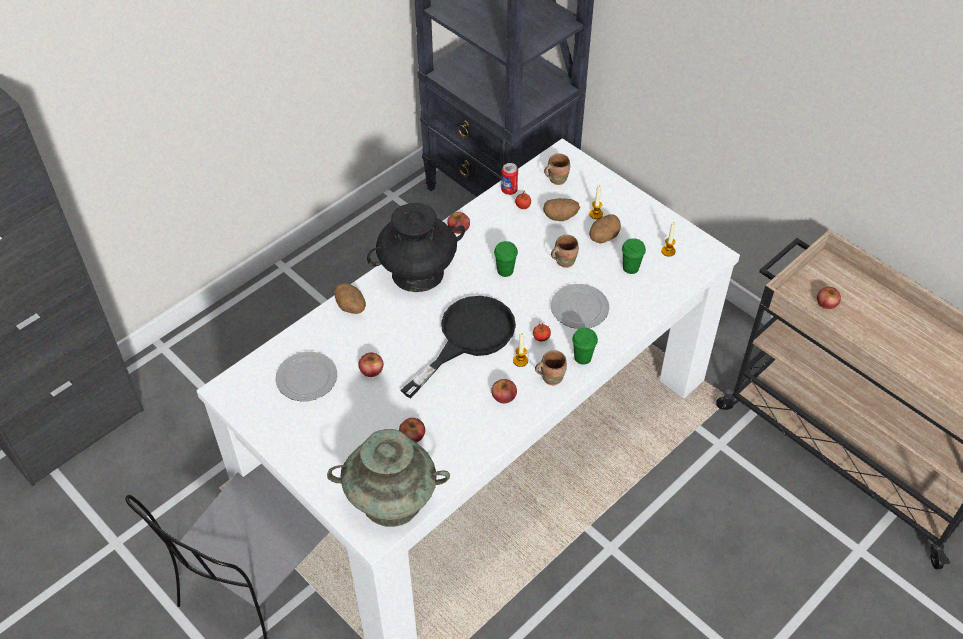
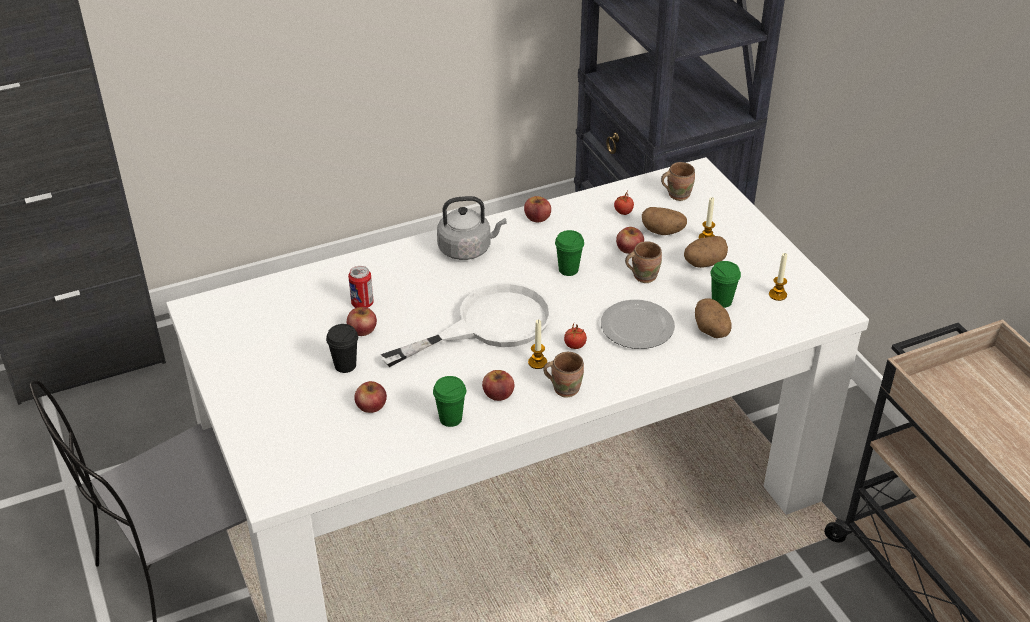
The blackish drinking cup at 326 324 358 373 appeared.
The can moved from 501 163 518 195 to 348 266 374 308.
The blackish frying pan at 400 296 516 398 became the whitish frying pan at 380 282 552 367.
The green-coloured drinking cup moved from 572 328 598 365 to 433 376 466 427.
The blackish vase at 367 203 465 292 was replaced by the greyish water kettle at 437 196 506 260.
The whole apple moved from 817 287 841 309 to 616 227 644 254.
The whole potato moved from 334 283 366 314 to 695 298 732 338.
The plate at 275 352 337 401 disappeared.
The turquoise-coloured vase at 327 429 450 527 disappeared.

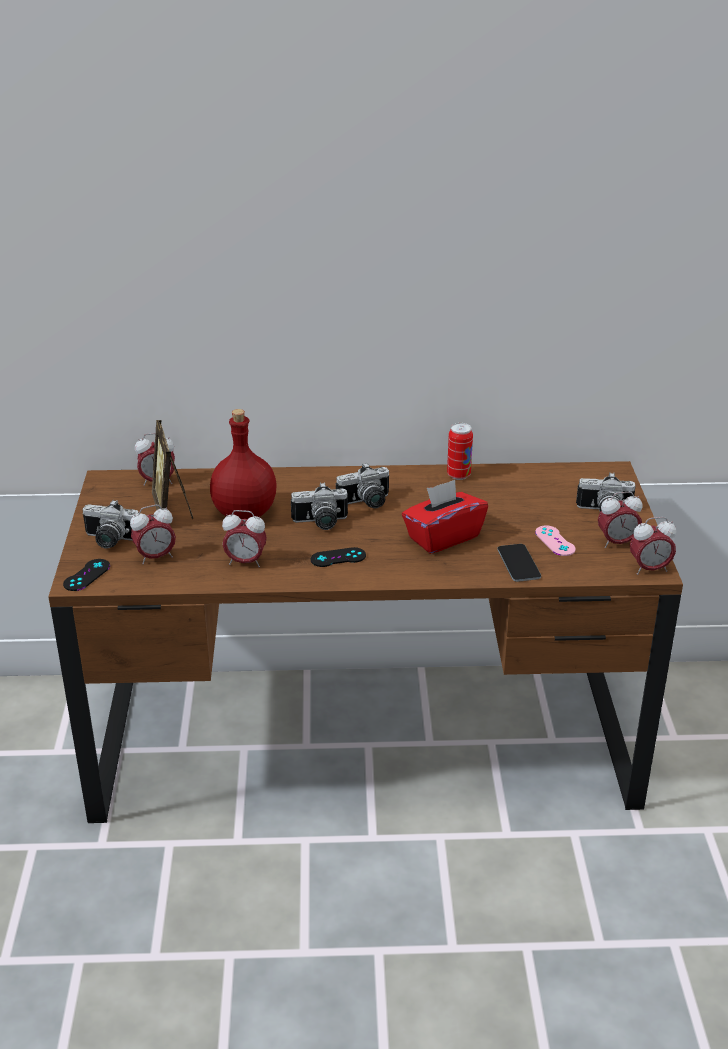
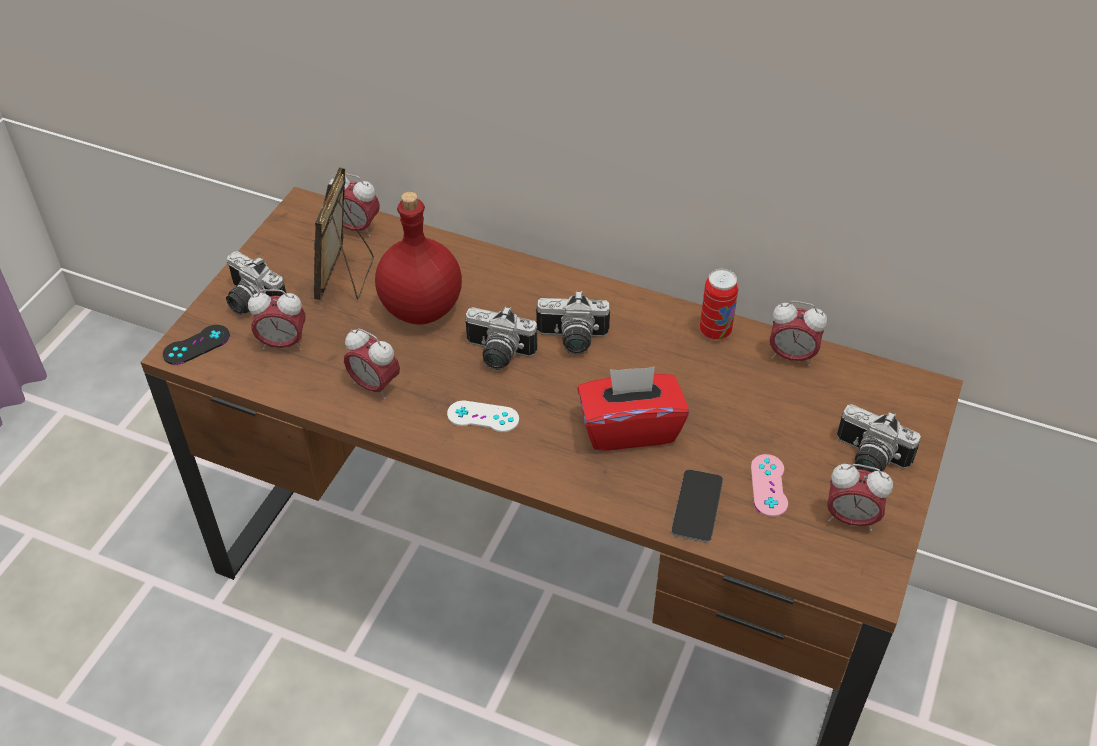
The blackish game controller at 311 547 366 567 became the whitish game controller at 447 401 519 432.
The table clock moved from 630 517 676 575 to 770 301 827 366.

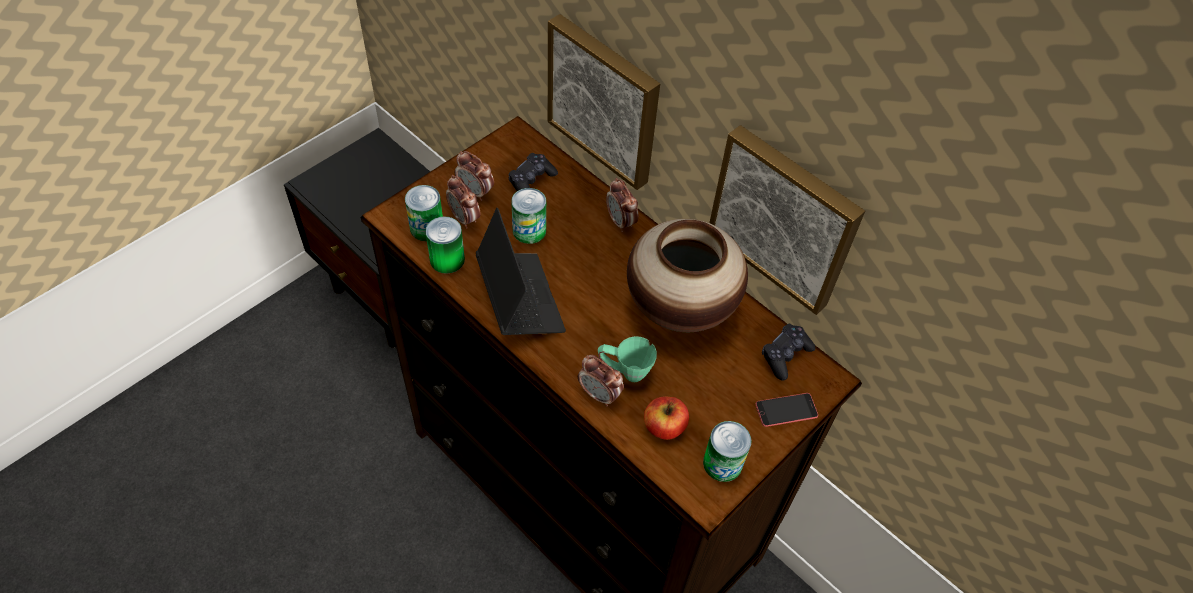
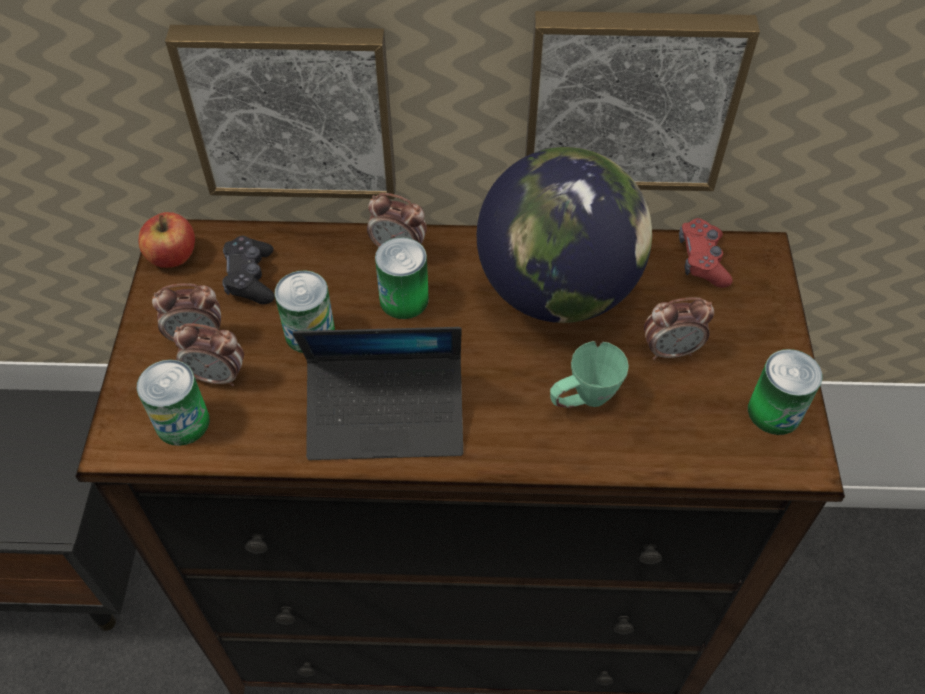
The whole apple moved from 644 396 689 440 to 138 212 195 268.
The portable computer at 476 208 566 335 turned 150 degrees clockwise.
The can moved from 425 217 465 274 to 375 237 429 319.
The vase at 627 219 748 332 was replaced by the world globe at 477 147 652 323.
The table clock moved from 578 355 624 406 to 644 297 714 360.
The blackish game controller at 762 324 816 381 became the red game controller at 679 218 733 288.
The telephone at 755 393 818 427 disappeared.

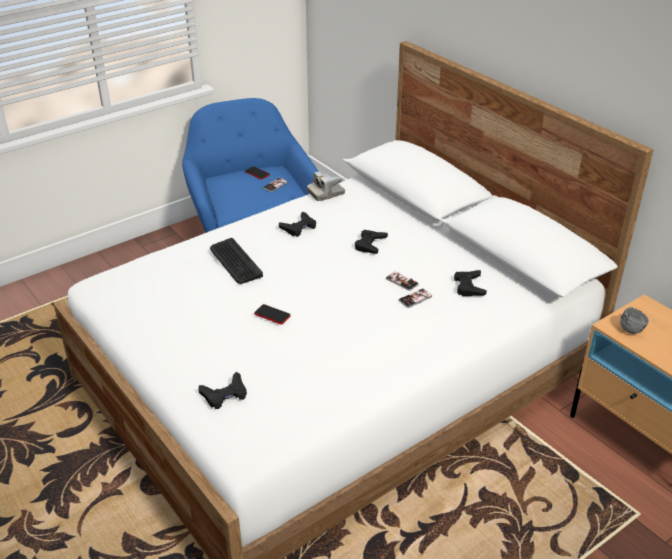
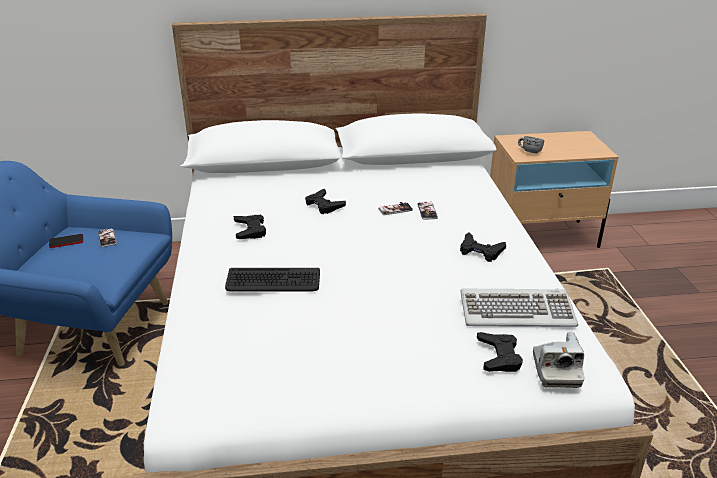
The blackish game controller moved from 454 270 487 296 to 460 233 506 262.
The keyboard at 460 289 578 327 appeared.
The still camera moved from 307 171 345 201 to 533 332 584 388.
The telephone at 254 304 290 324 disappeared.

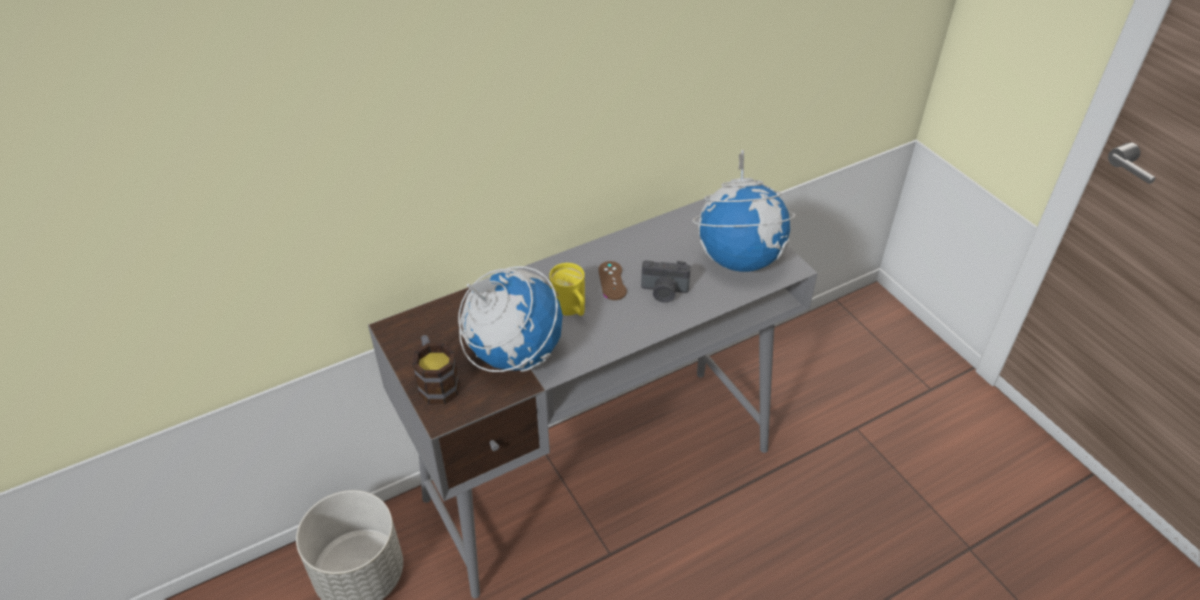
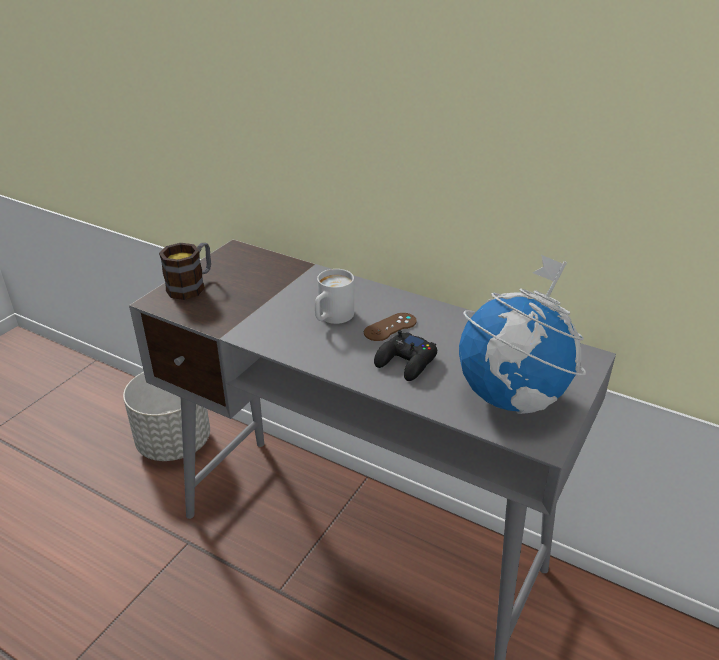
The yellow-coloured coffee mug at 549 263 585 316 became the whitish coffee mug at 315 269 354 324.
The still camera at 641 260 691 303 was replaced by the blackish game controller at 374 330 437 381.
The world globe at 458 266 563 372 disappeared.

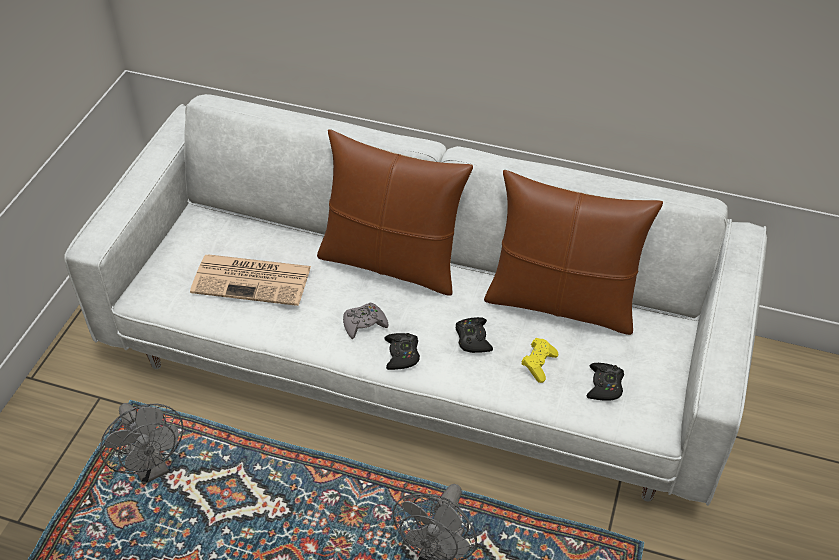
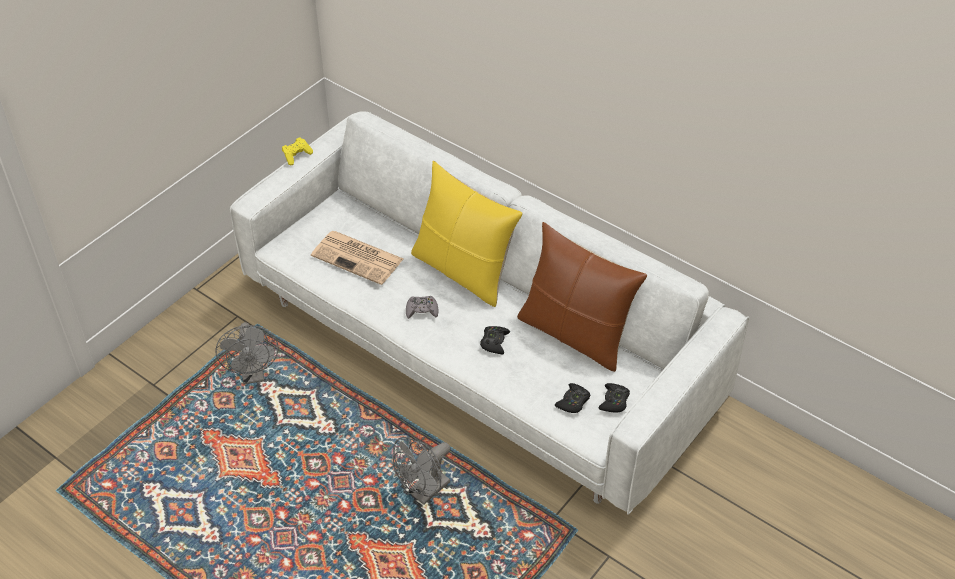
The yellow-coloured game controller moved from 521 338 558 383 to 282 137 313 165.
The brown-coloured cushion at 317 129 473 296 became the yellow-coloured cushion at 411 161 523 307.
The blackish game controller moved from 384 333 420 370 to 598 383 630 412.

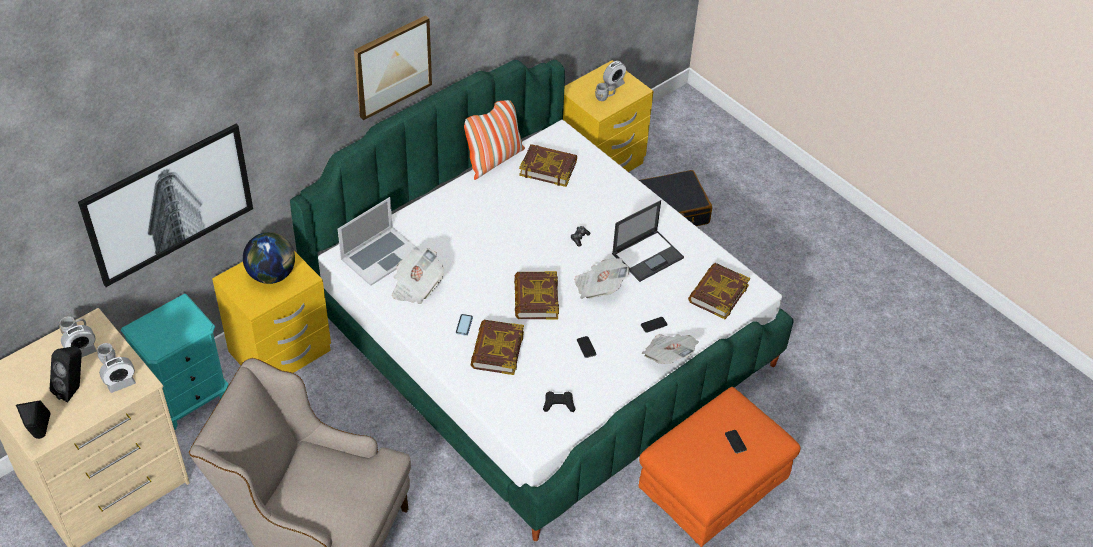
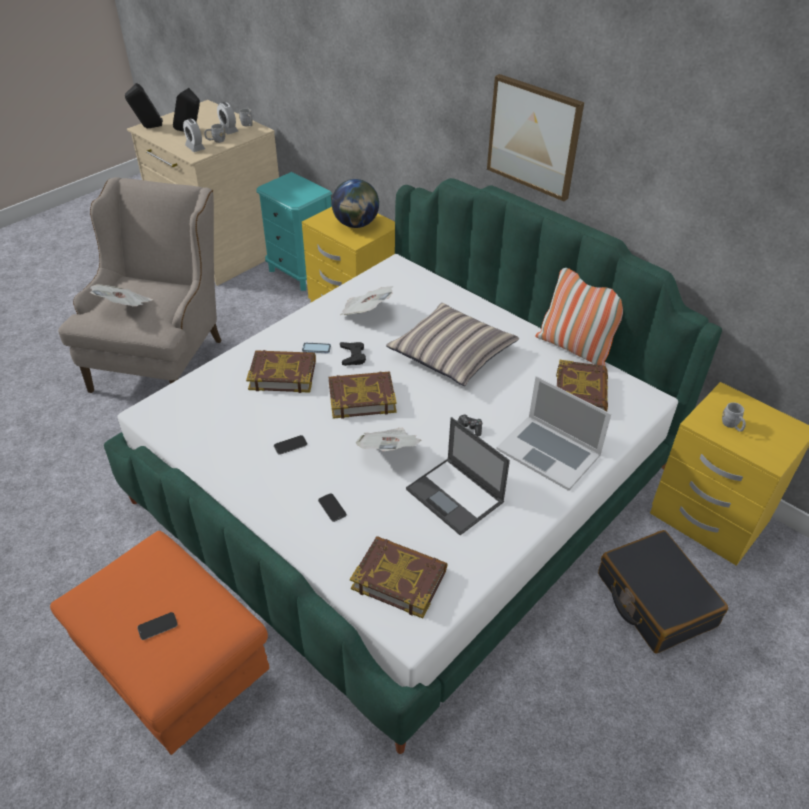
The newspaper moved from 641 334 699 364 to 90 284 153 307.
The blackish game controller moved from 543 391 575 412 to 340 342 366 366.
The cushion at 386 303 519 386 appeared.
The portable computer moved from 338 197 420 286 to 496 376 611 491.
The picture at 78 124 253 287 disappeared.
The table clock at 603 61 626 91 disappeared.

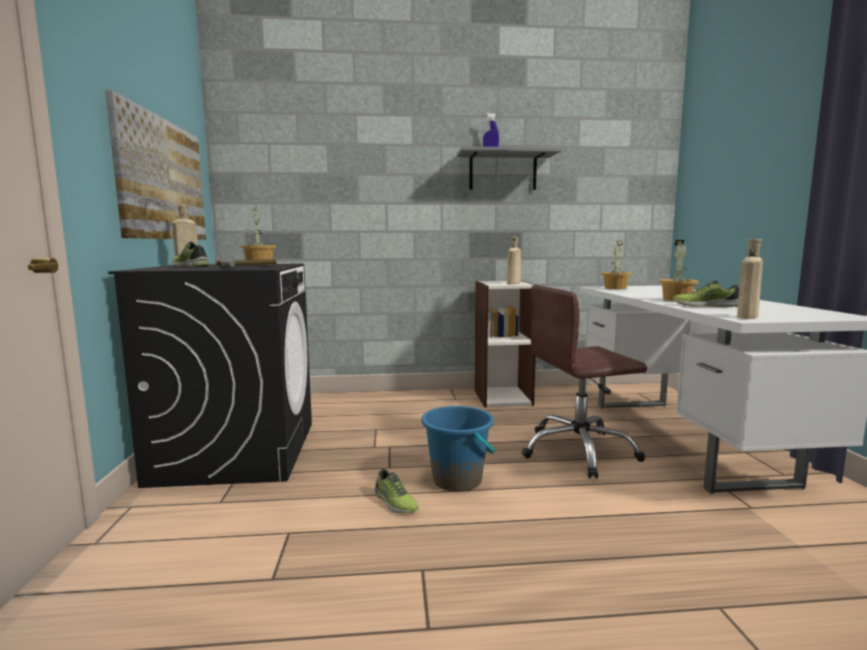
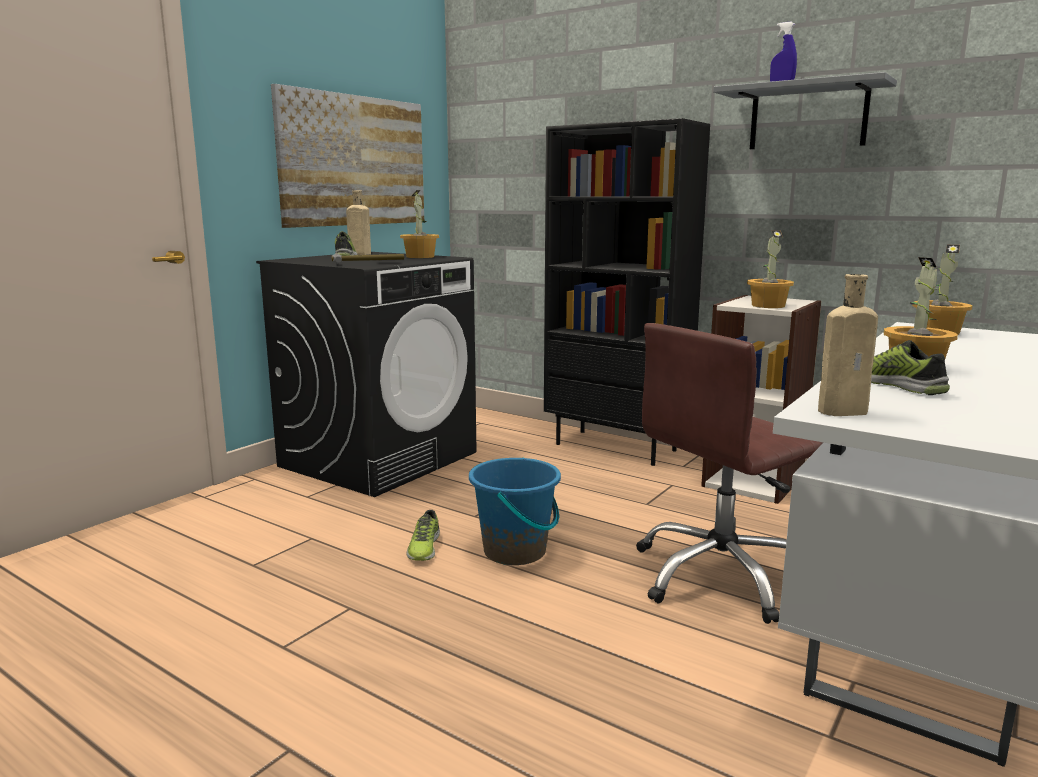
The blackish shelving unit at 544 118 710 466 appeared.
The brown-coloured office chair at 522 285 647 478 turned 60 degrees counterclockwise.
The beige-coloured beverage bottle at 507 237 521 285 was replaced by the potted plant at 747 230 794 308.

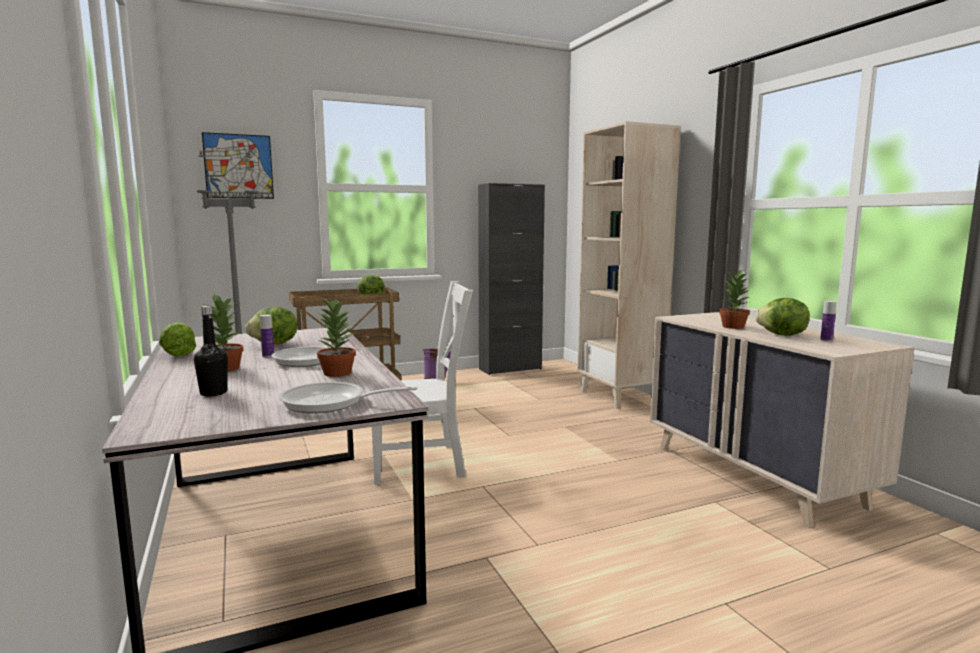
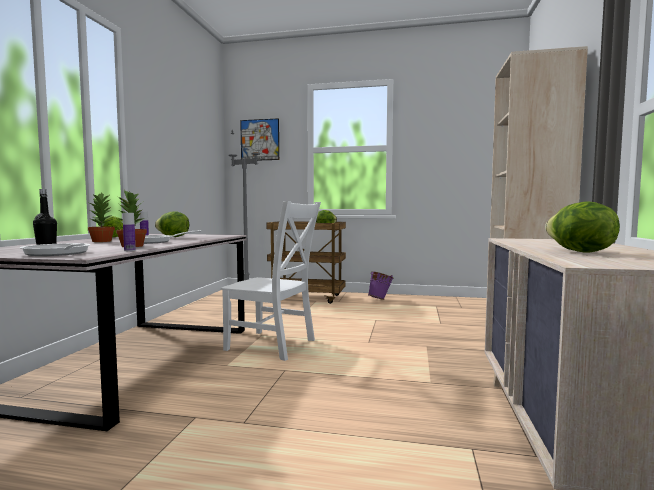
The beverage bottle moved from 820 301 837 342 to 123 213 136 251.
The blackish cabinet at 478 183 545 375 disappeared.
The potted plant at 719 269 750 329 disappeared.

